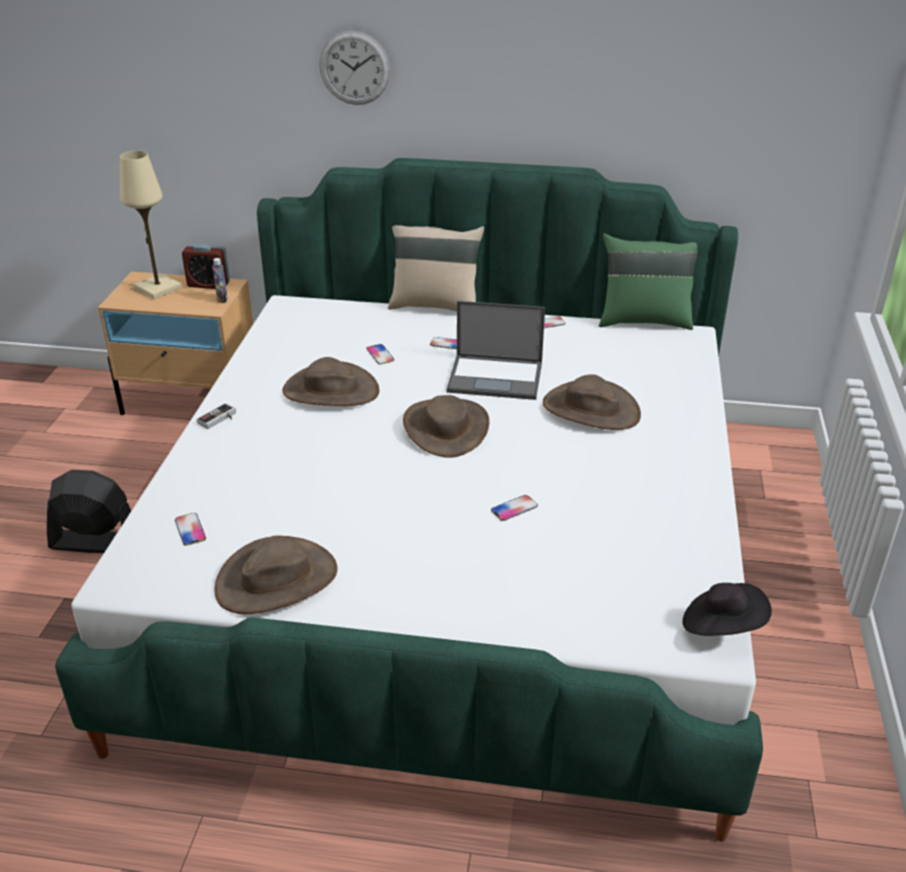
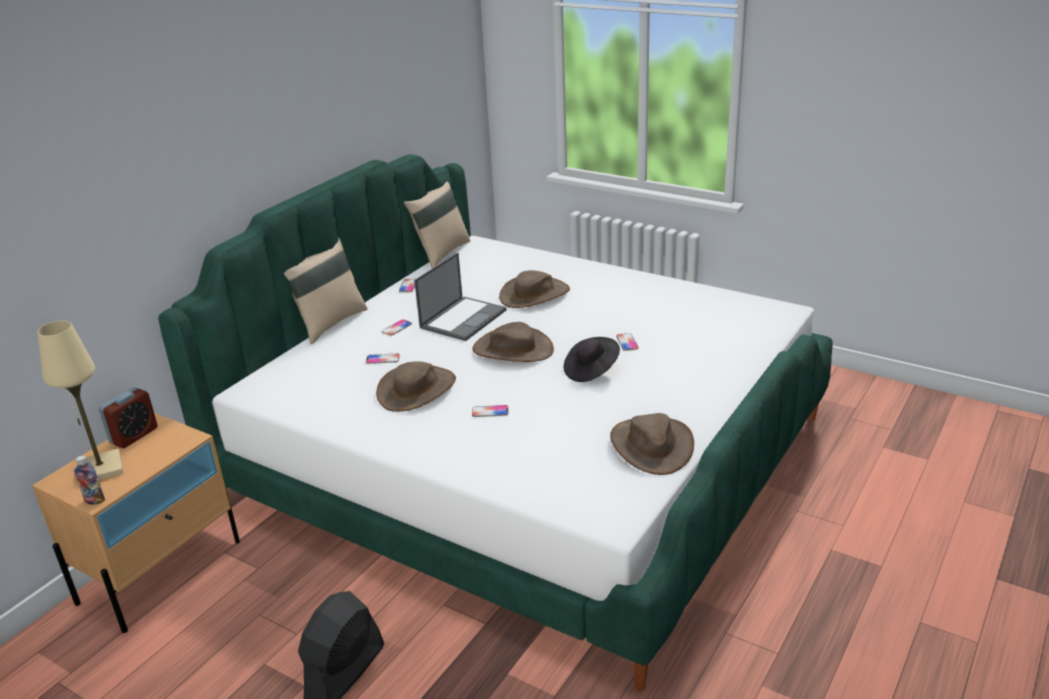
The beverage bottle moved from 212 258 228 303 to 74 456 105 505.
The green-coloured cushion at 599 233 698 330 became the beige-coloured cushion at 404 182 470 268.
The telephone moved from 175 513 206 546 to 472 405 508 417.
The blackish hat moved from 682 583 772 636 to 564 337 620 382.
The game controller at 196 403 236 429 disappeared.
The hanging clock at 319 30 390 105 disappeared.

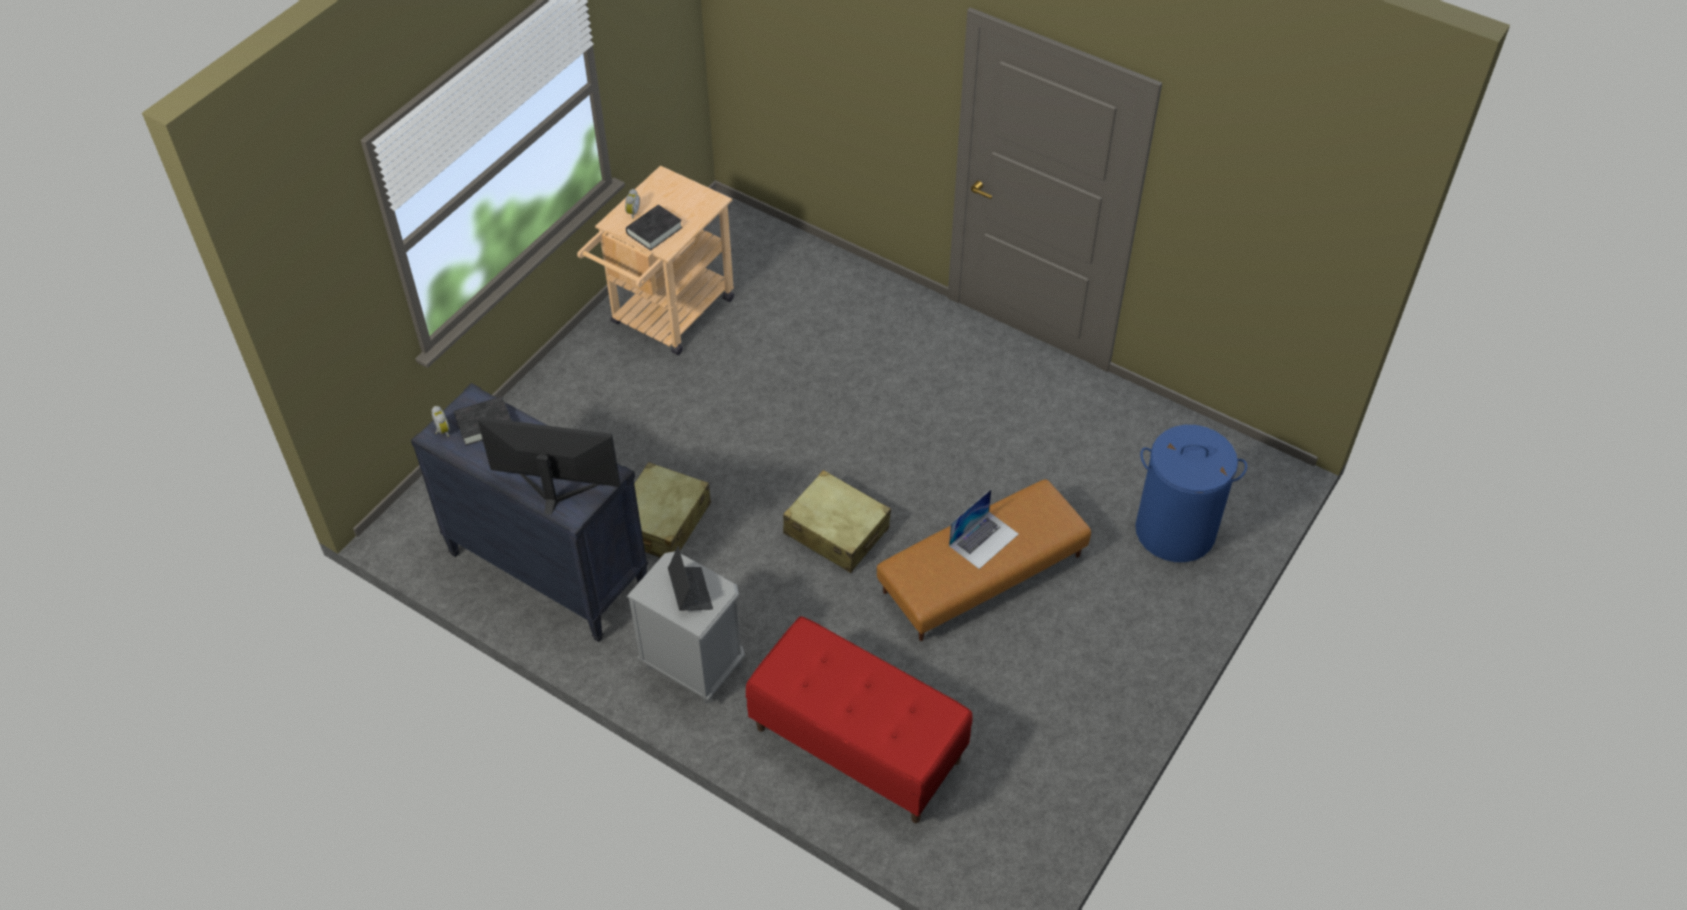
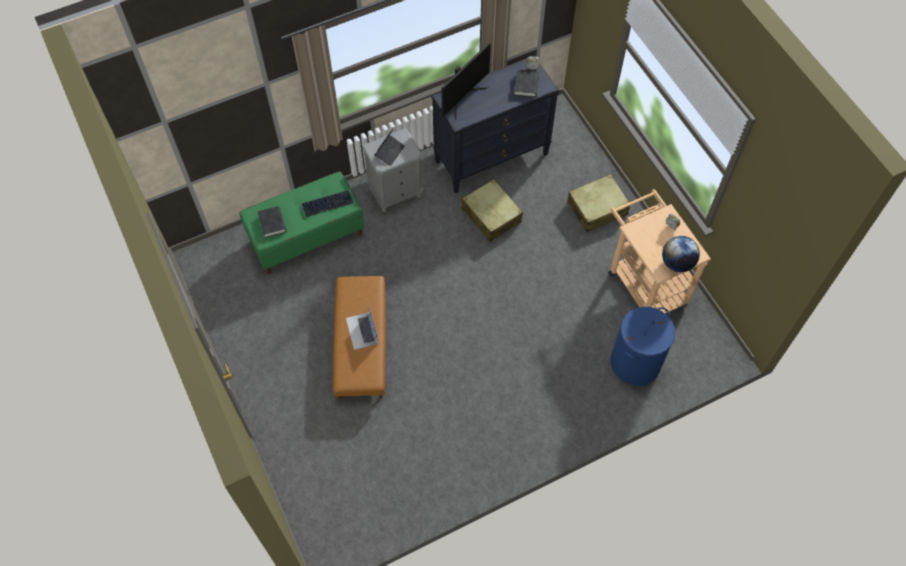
The red long seat at 746 616 973 823 became the green-coloured long seat at 240 171 364 274.
The blackish bound book moved from 626 205 683 251 to 258 206 286 238.
The keyboard at 302 190 353 217 appeared.
The portable computer at 668 546 713 610 turned 75 degrees counterclockwise.
The beige-coloured suitcase moved from 783 470 891 573 to 567 174 630 232.
The blue-coloured hamper moved from 1135 425 1247 562 to 611 307 675 385.
The world globe at 662 236 700 272 appeared.

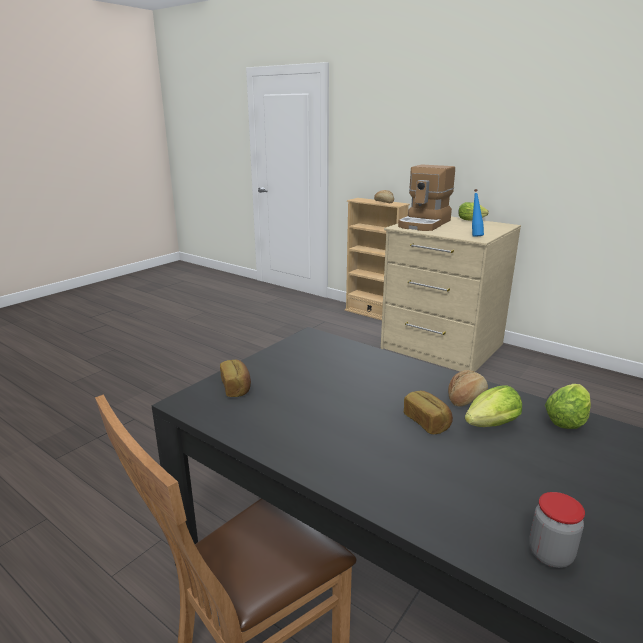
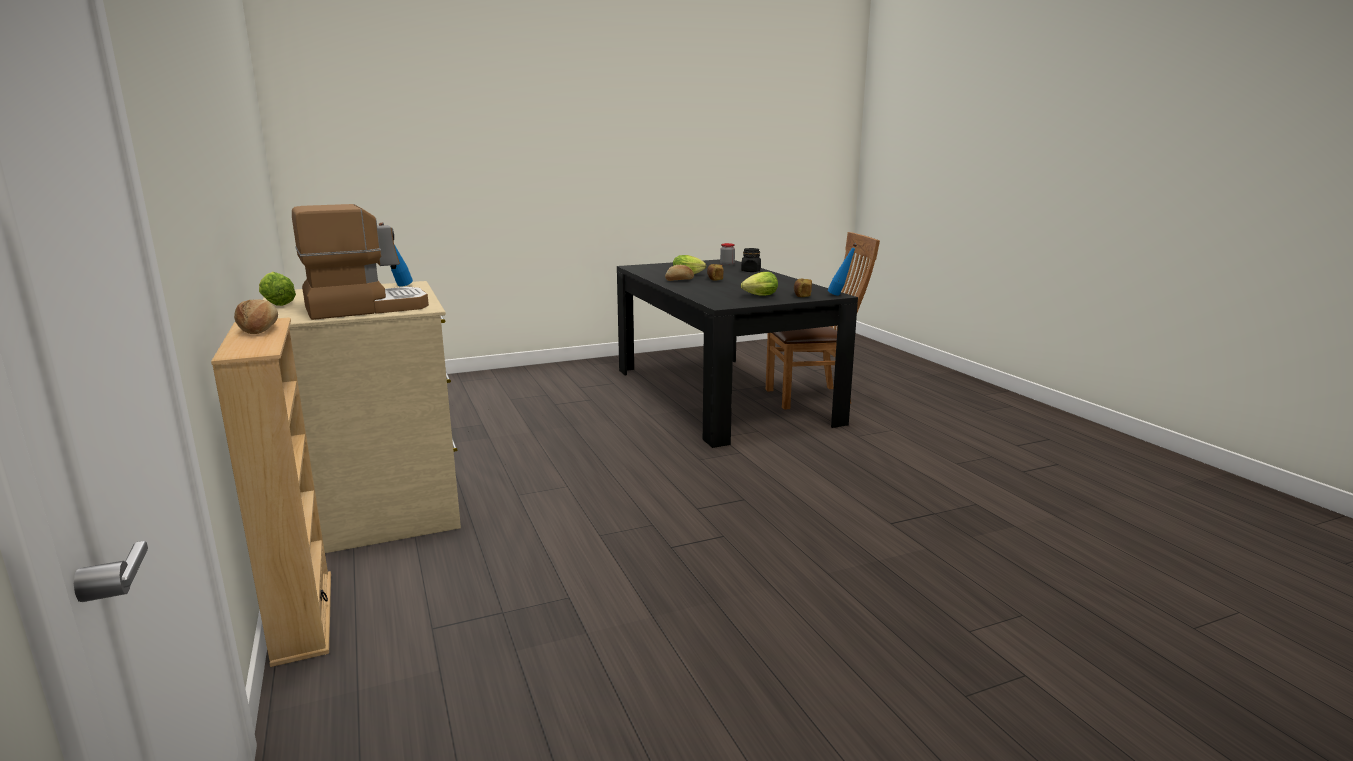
The blackish storage jar at 741 248 761 272 appeared.
The lettuce moved from 545 384 591 429 to 741 272 778 296.
The blue-coloured beverage bottle at 828 243 857 296 appeared.

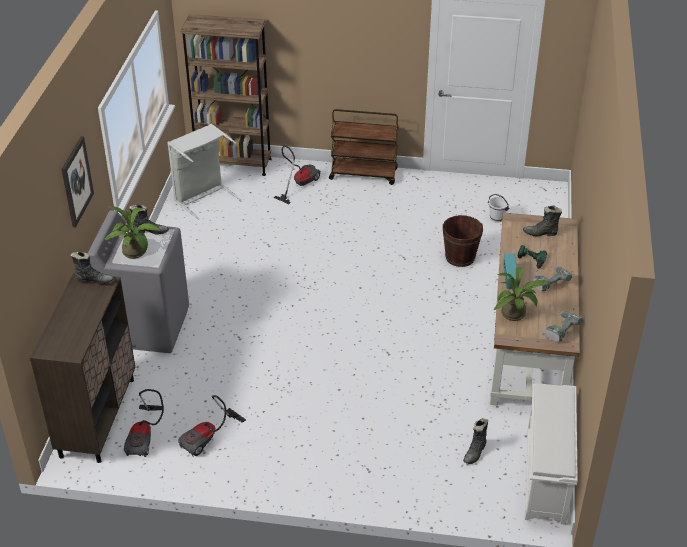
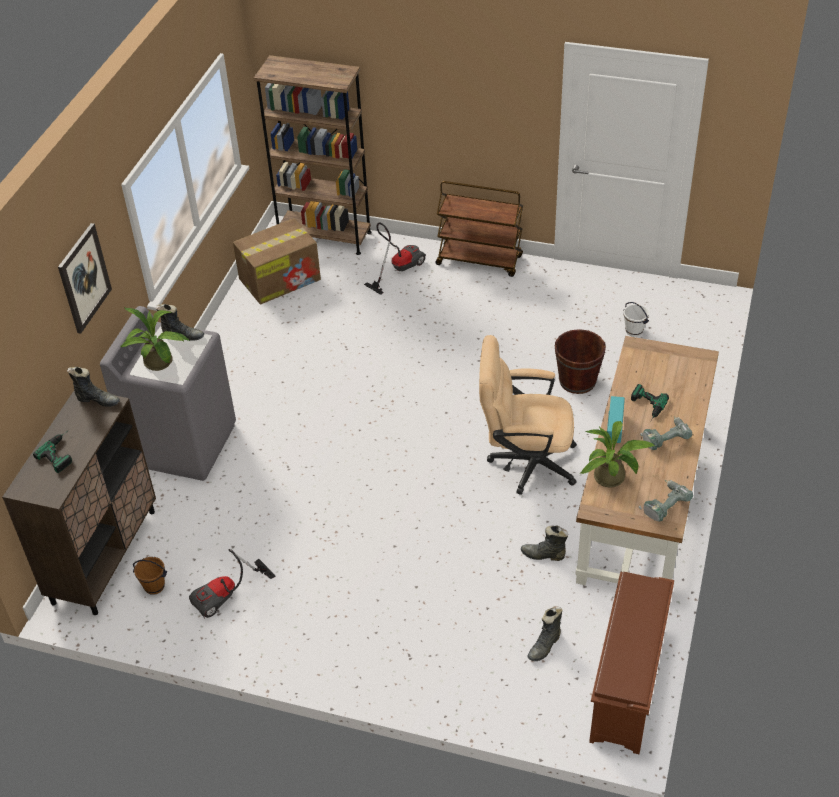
The power drill at 33 432 72 473 appeared.
The vacuum at 124 389 164 457 was replaced by the brown-coloured water bucket at 133 557 167 595.
The greyish hamper at 167 124 241 220 was replaced by the packing box at 233 218 321 305.
The beige-coloured office chair at 479 335 577 495 appeared.
The blackish high-top boot moved from 523 205 562 236 to 521 525 568 561.
The whitish shoe rack at 525 383 578 525 became the brown-coloured shoe rack at 589 571 674 754.

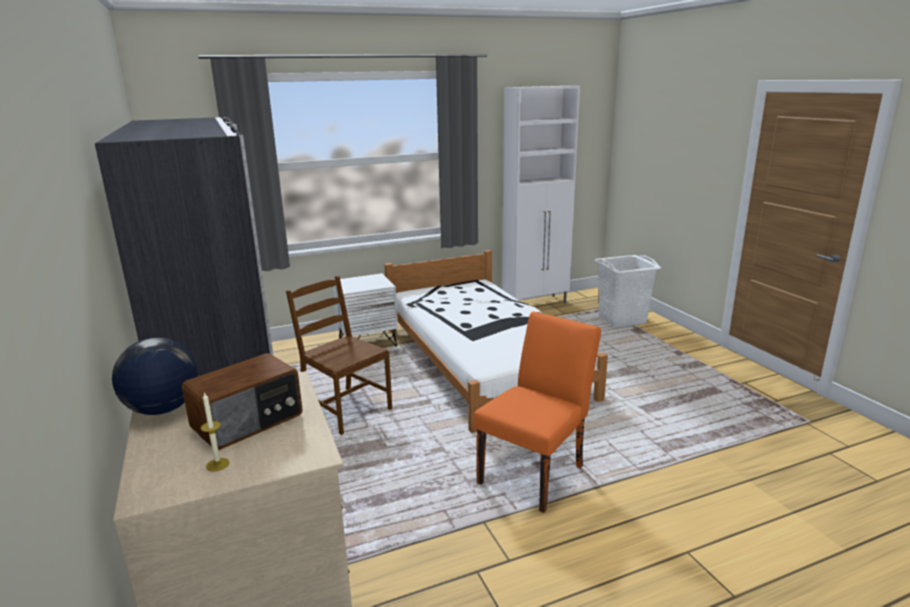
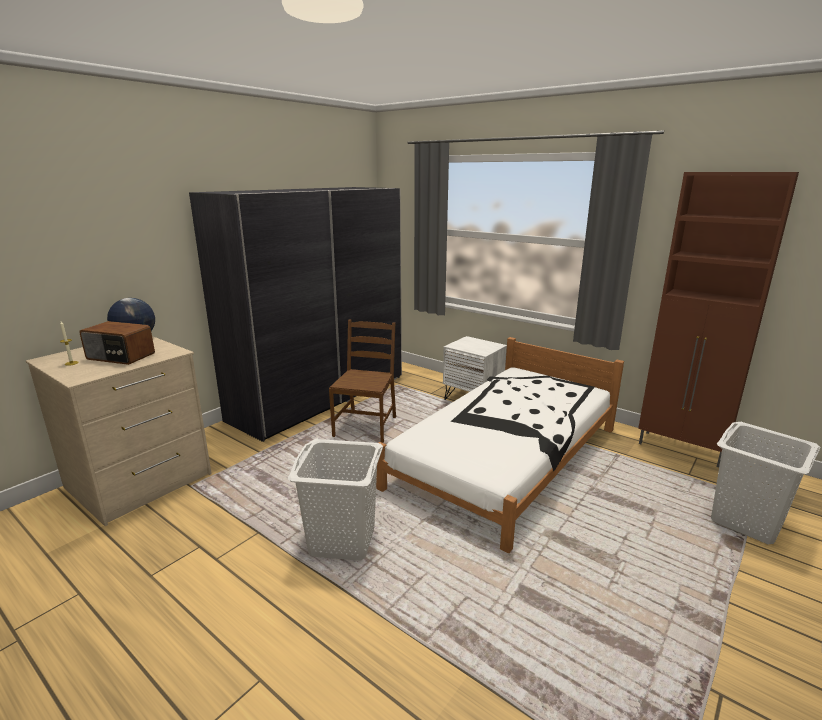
The orangey plain chair at 474 312 601 513 was replaced by the whitish hamper at 288 439 383 561.
The whitish cabinet at 502 86 580 304 became the brown-coloured cabinet at 638 172 799 468.

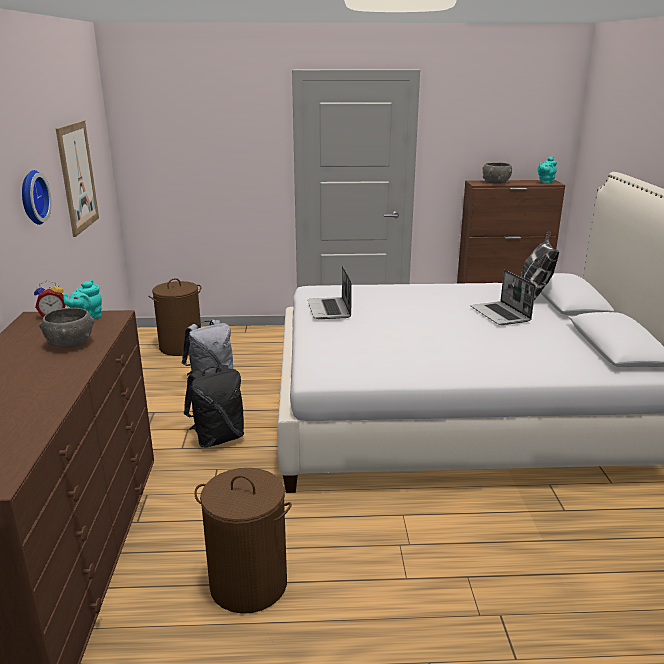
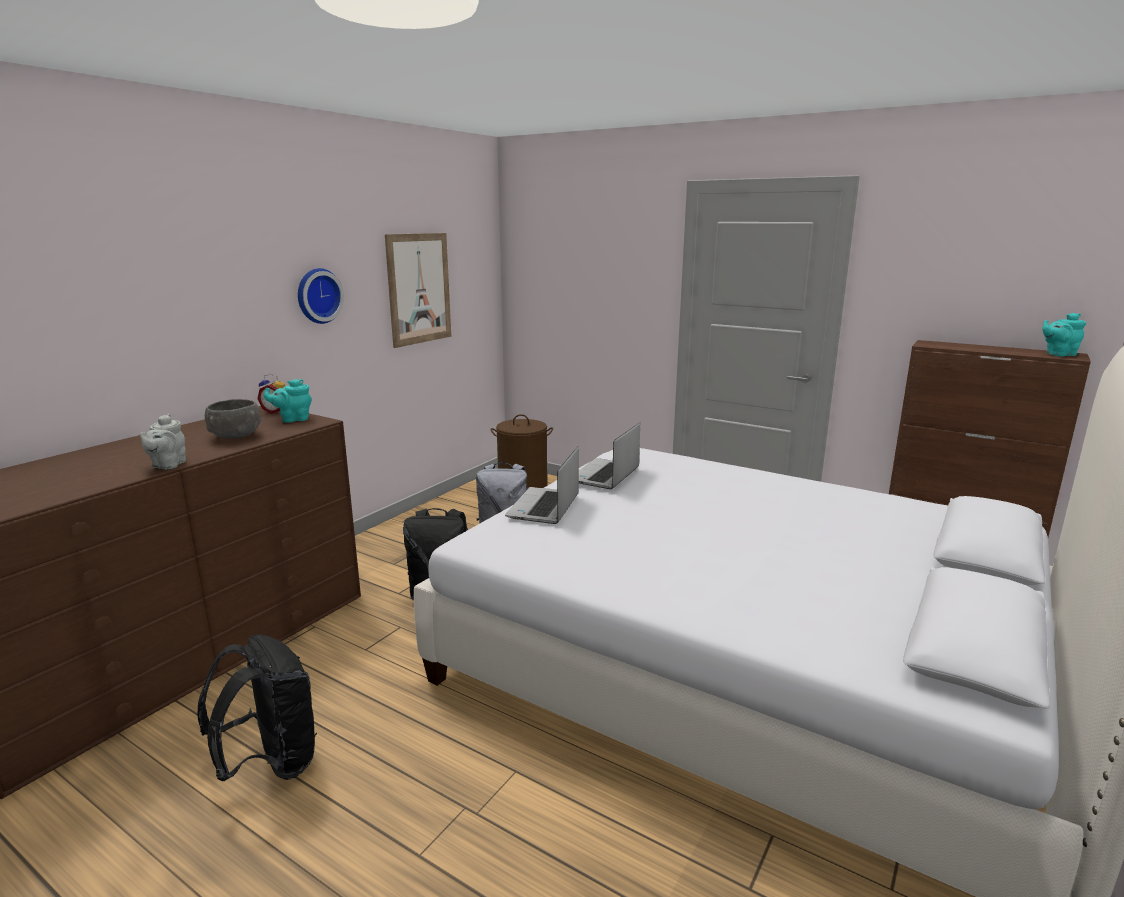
The greyish pot for tea at 139 414 186 469 appeared.
The brown-coloured hamper at 194 468 292 614 was replaced by the blackish knapsack at 197 634 317 781.
The portable computer moved from 471 269 536 325 to 505 446 579 524.
The greyish bowl at 482 162 512 184 disappeared.
The cushion at 521 231 559 300 disappeared.

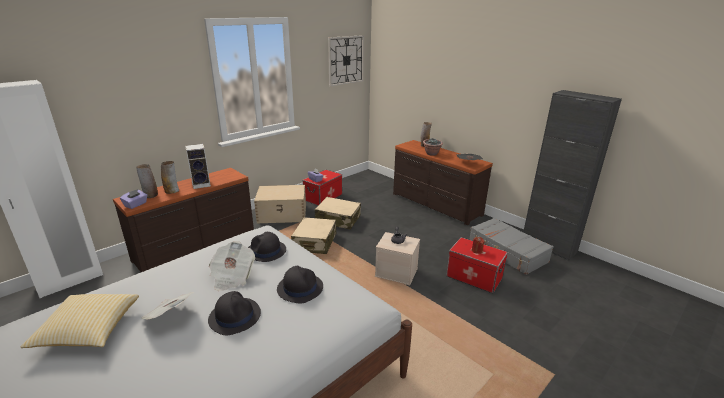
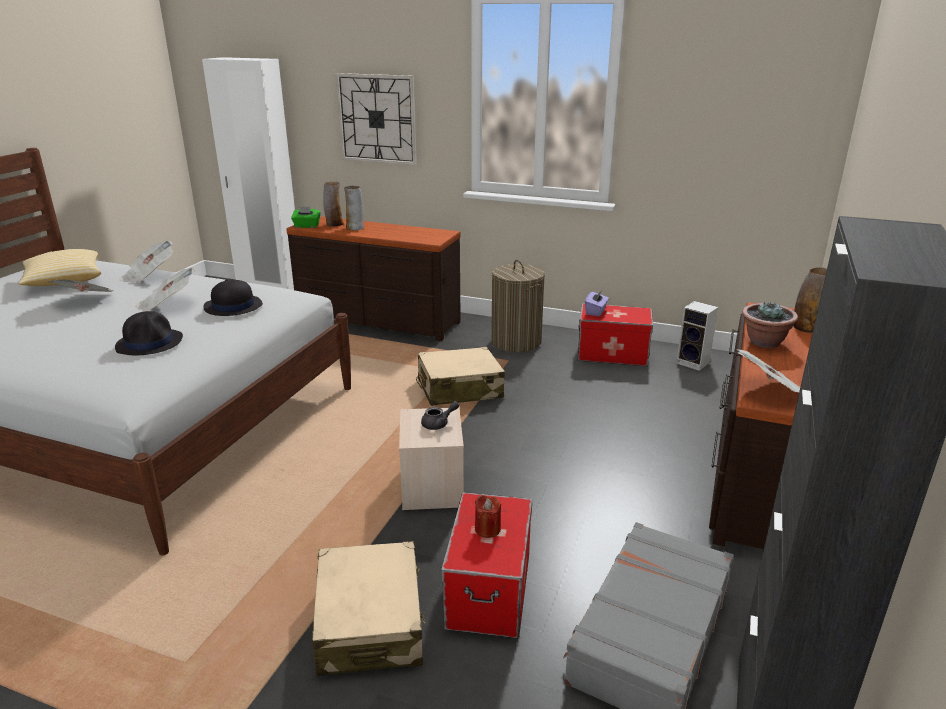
The newspaper at 119 240 173 283 appeared.
The purplish box of tissues at 120 189 147 209 became the green-coloured box of tissues at 291 207 321 228.
The beige-coloured suitcase moved from 315 197 361 230 to 312 541 426 676.
The hanging clock moved from 328 35 364 87 to 335 73 417 165.
The beige-coloured storage box at 254 185 306 223 was replaced by the hamper at 491 260 545 352.
The speaker moved from 185 144 211 189 to 676 301 718 371.
The blackish hat at 208 291 261 335 disappeared.

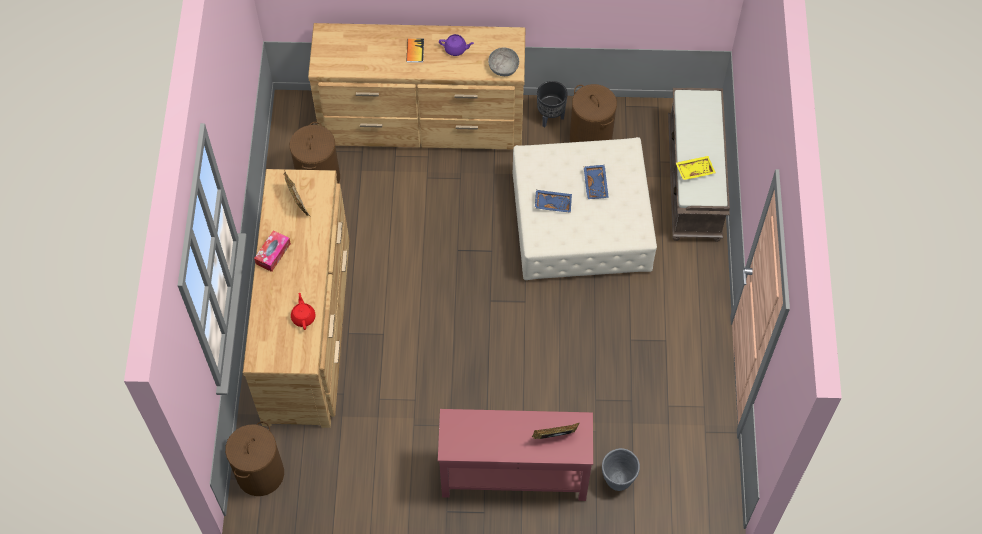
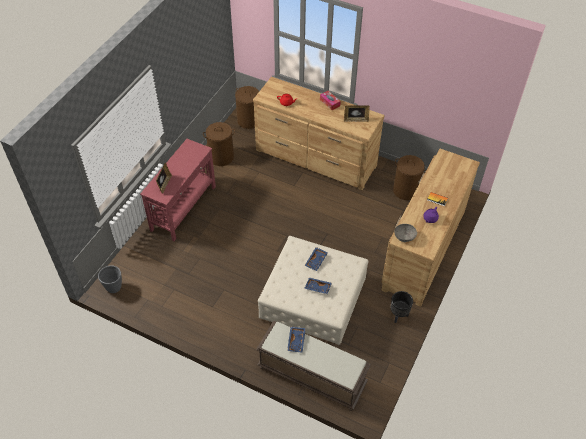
The greyish planter moved from 602 448 640 491 to 98 265 122 293.
The brown-coloured hamper moved from 570 84 617 142 to 203 122 235 166.
The yellow-coloured carrying tray at 676 156 716 180 became the blue-coloured carrying tray at 287 327 306 353.

